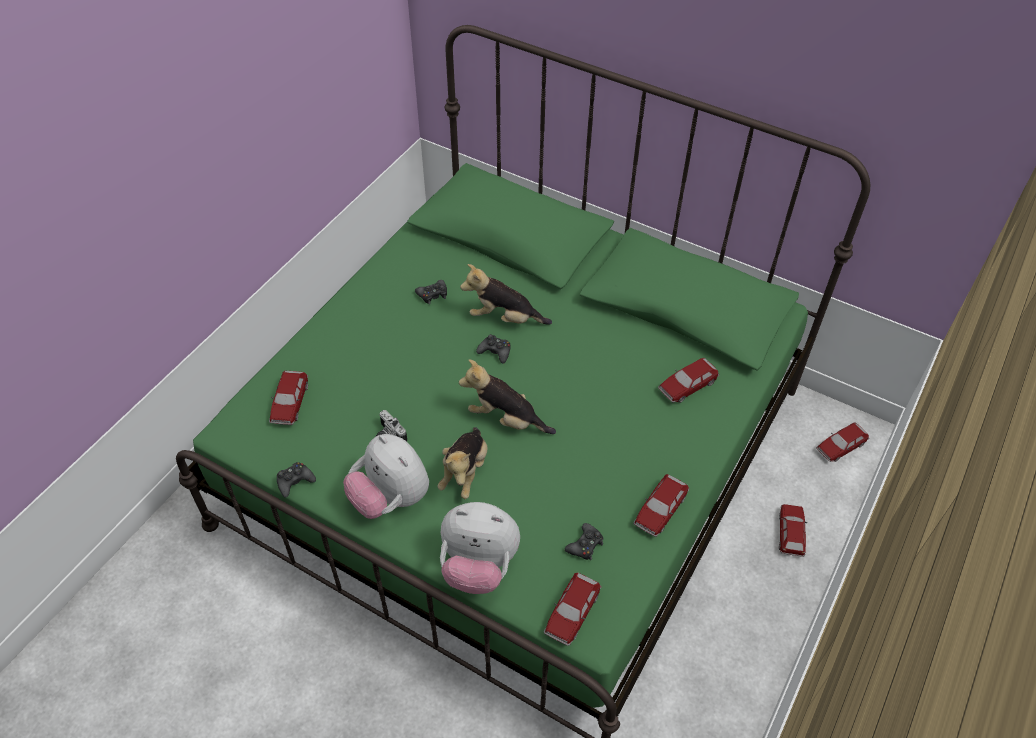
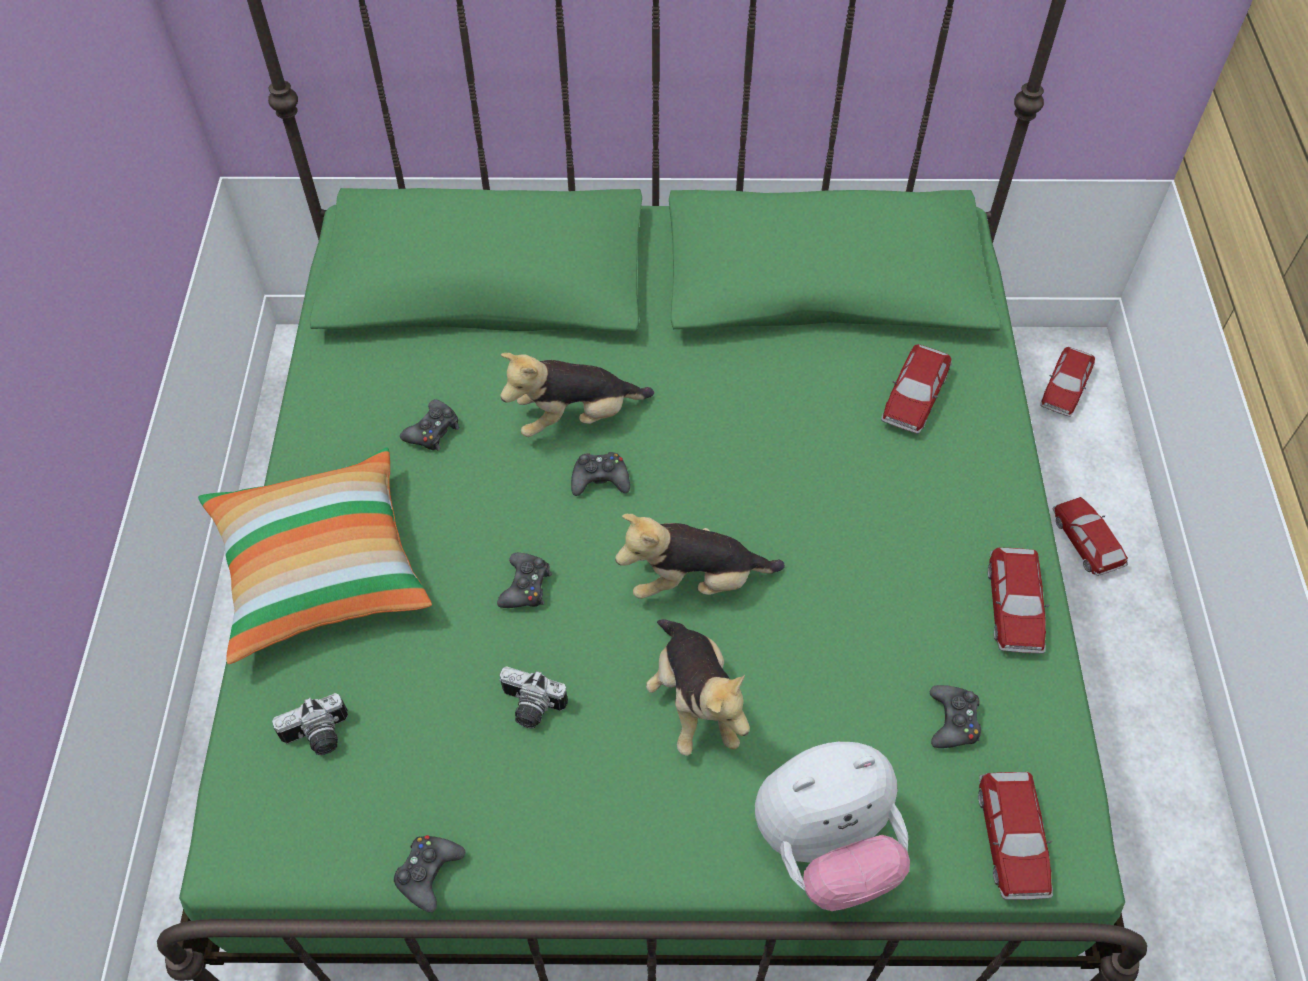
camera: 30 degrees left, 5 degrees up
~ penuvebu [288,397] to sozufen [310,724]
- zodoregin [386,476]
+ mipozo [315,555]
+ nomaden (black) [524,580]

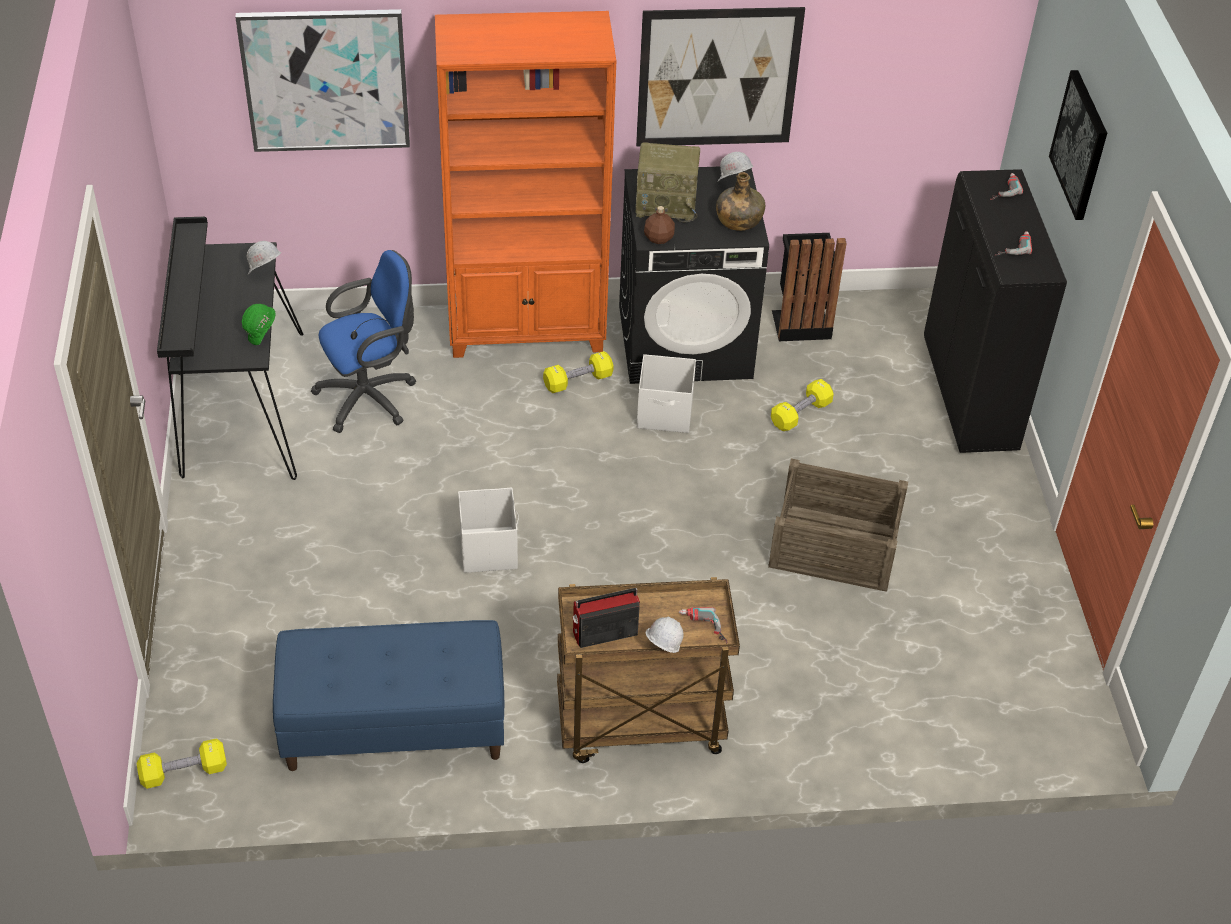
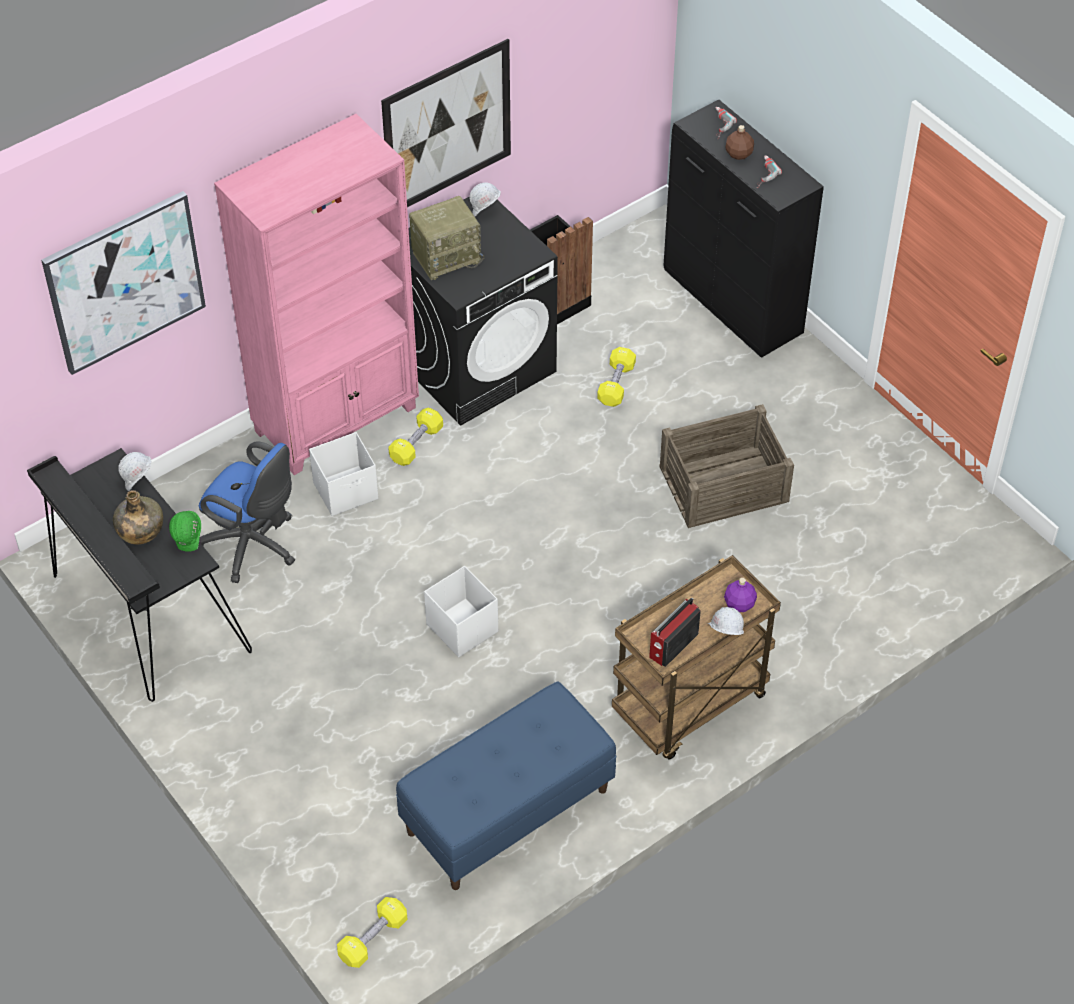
camera: 30 degrees left, 5 degrees up
~ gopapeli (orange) [525,184] to gopapeli (pink) [316,294]
- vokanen [1078,145]
~ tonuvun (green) [740,201] to [138,517]
~ tonuvun (brown) [659,225] to [739,142]
~ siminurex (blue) [363,341] = [247,512] 90 degrees clockwise
~ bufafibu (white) [666,393] to [343,474]
~ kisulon [703,625] to tonuvun (purple) [740,595]

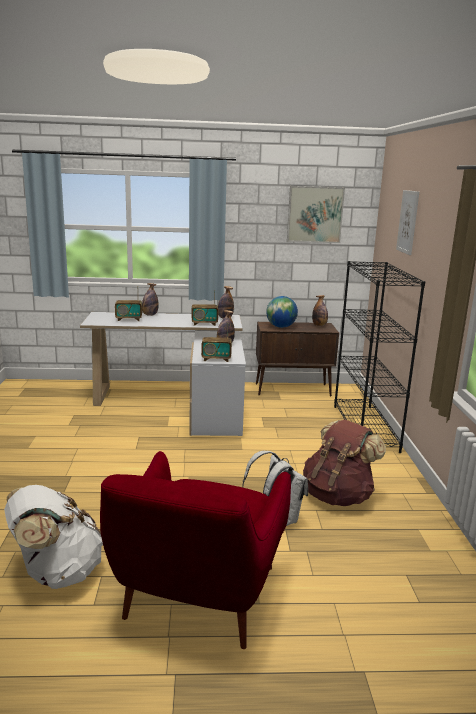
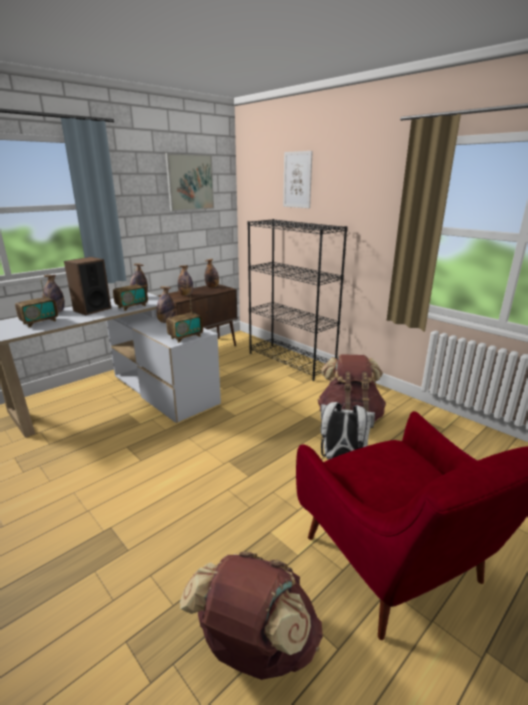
camera: 40 degrees left, 5 degrees up
~ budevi [282,312] to tonuvun [185,280]
~ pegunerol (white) [53,537] to pegunerol (brown) [251,615]
+ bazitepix [87,286]

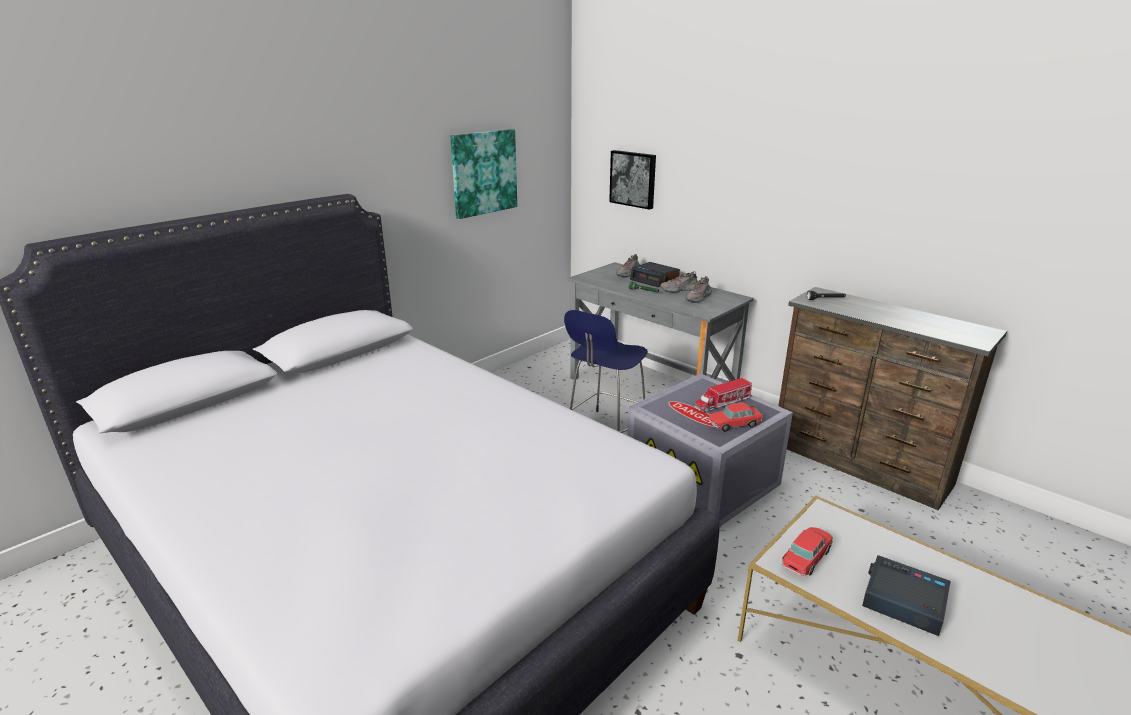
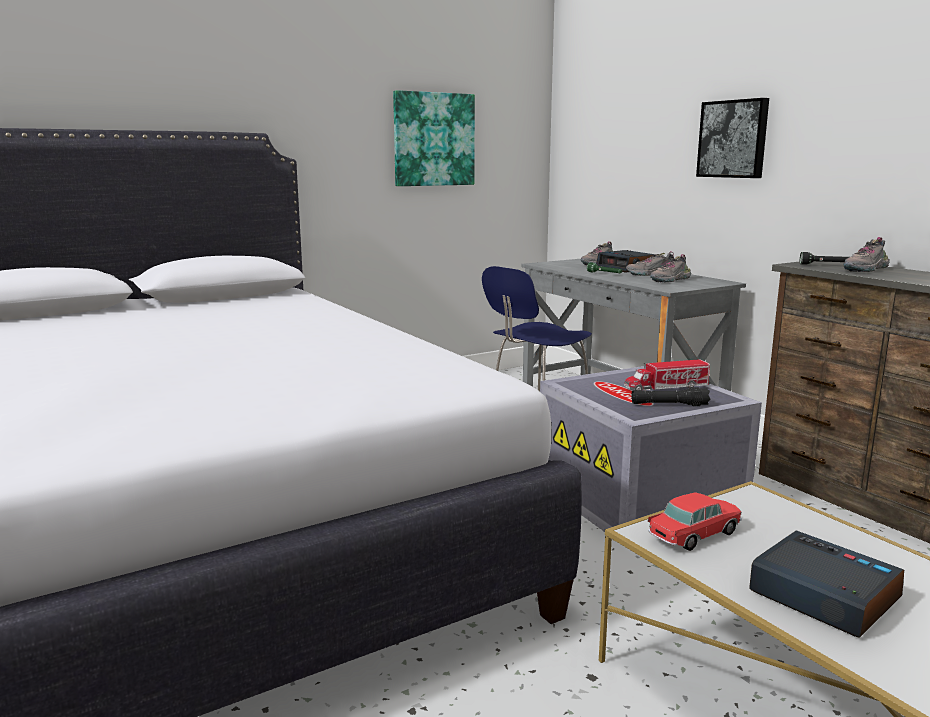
camera: 15 degrees right, 10 degrees down
~ vokanen [632,180] to [732,138]
~ penuvebu [735,417] to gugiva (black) [670,396]
+ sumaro [866,254]

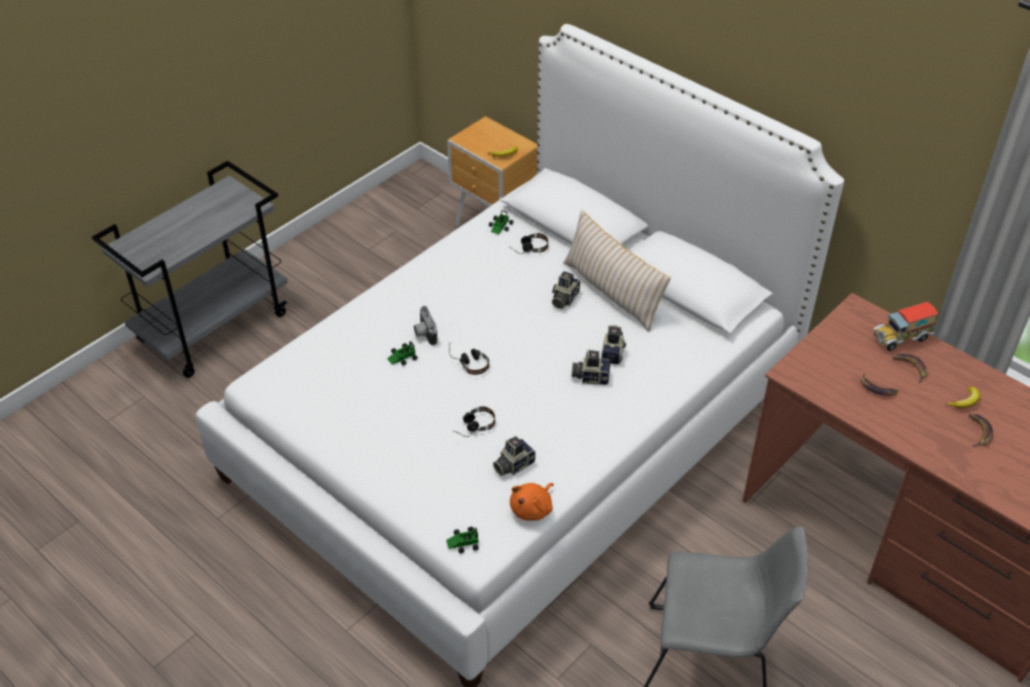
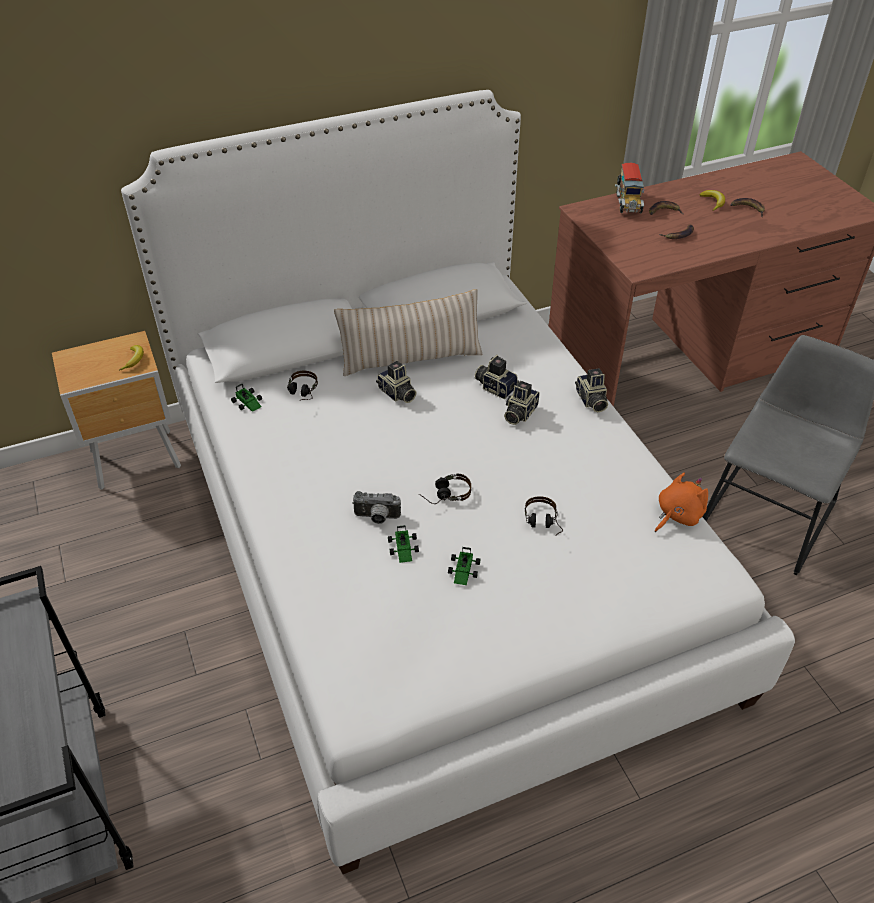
camera: 65 degrees left, 0 degrees up
~ sozufen [514,456] to [591,390]
~ zodoregin (orange) [532,502] = [681,502] 105 degrees counterclockwise
~ penuvebu [462,540] to [464,566]

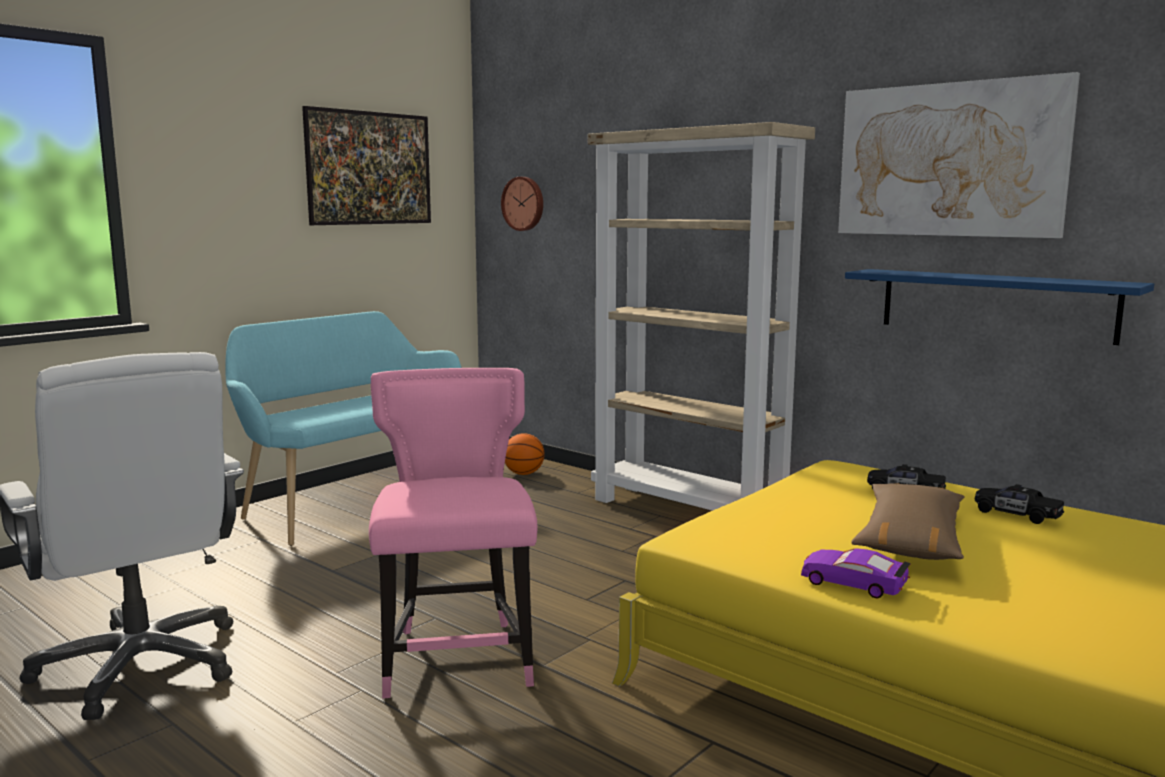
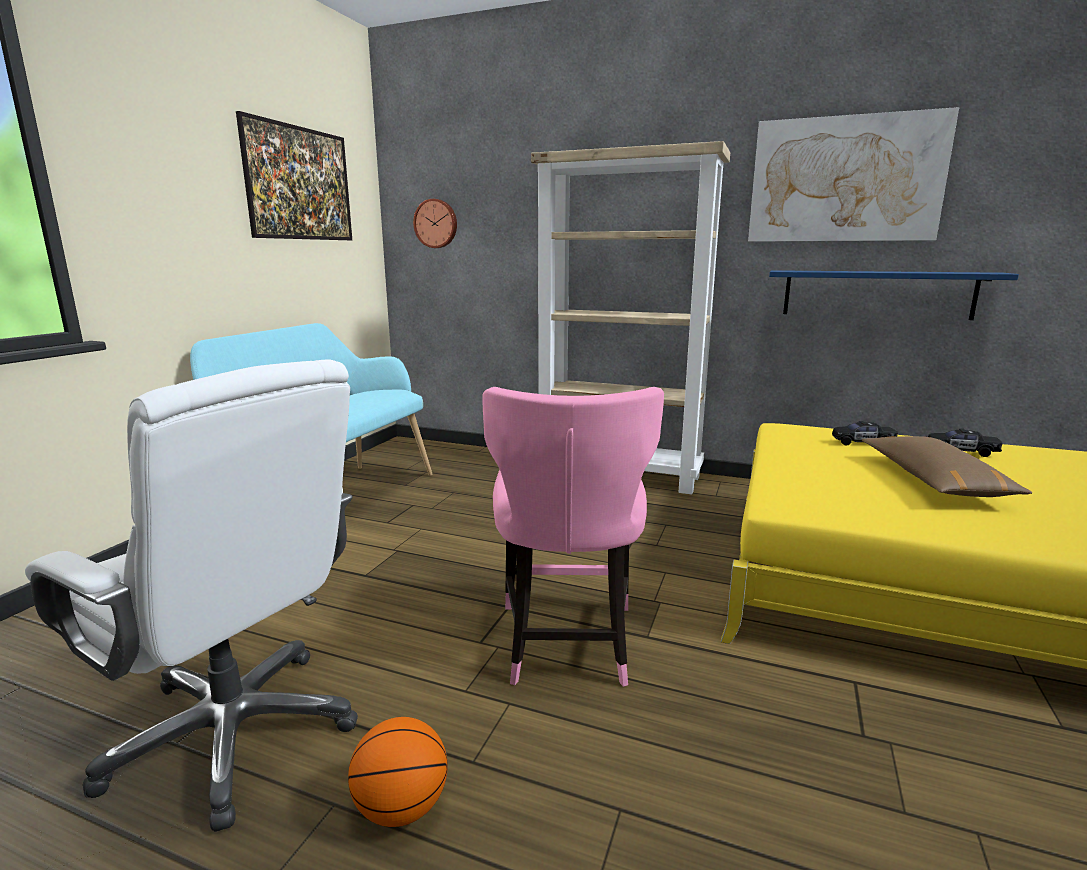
camera: 20 degrees left, 5 degrees up
~ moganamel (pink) [453,533] = [573,537] 150 degrees counterclockwise
~ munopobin [525,454] to [398,772]
- penuvebu (purple) [856,573]

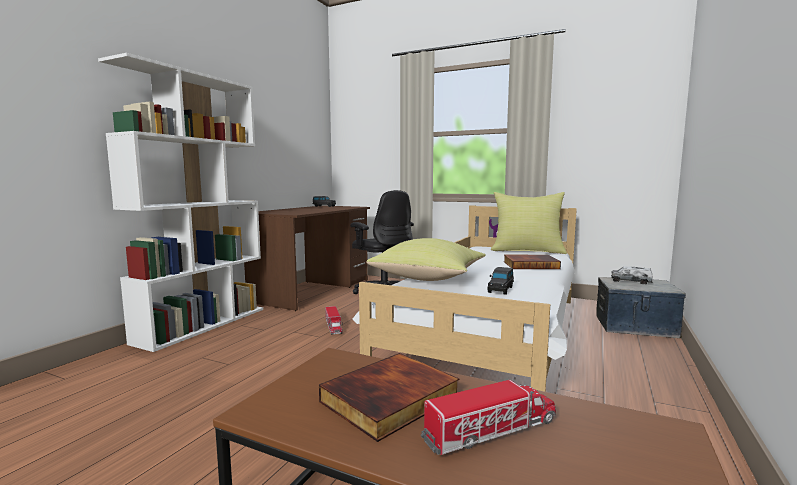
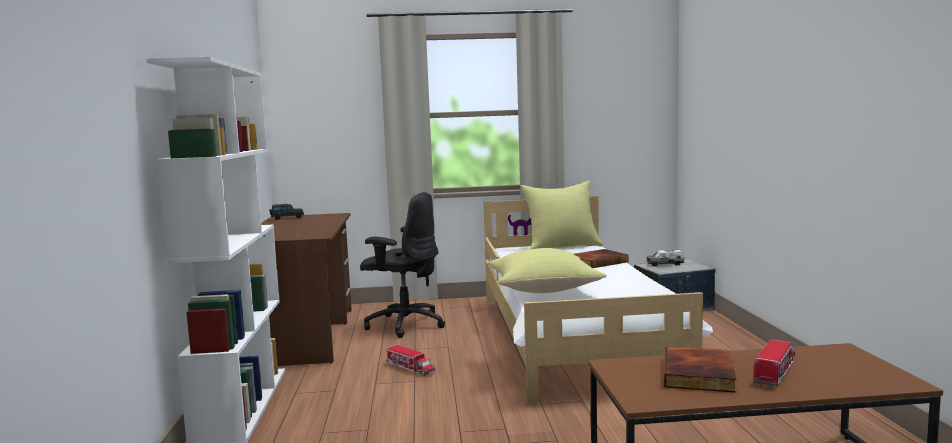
camera: 30 degrees left, 0 degrees up
- penuvebu (black) [500,281]

